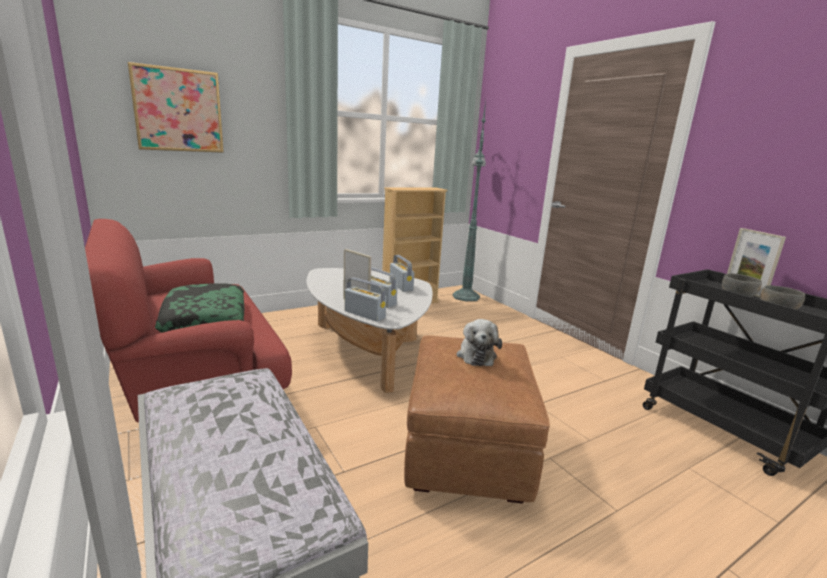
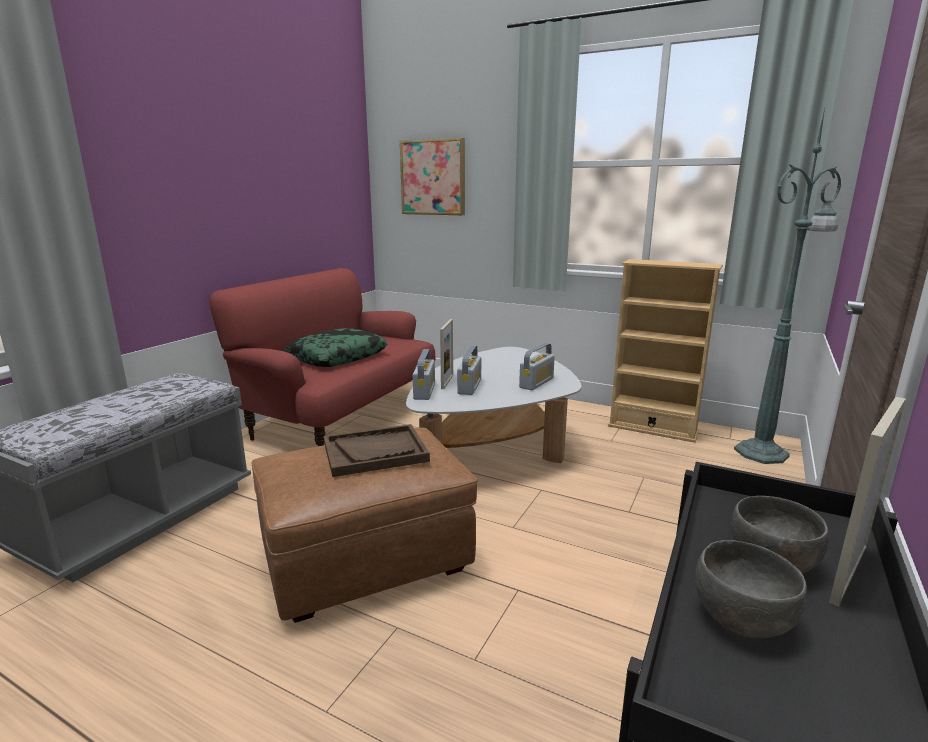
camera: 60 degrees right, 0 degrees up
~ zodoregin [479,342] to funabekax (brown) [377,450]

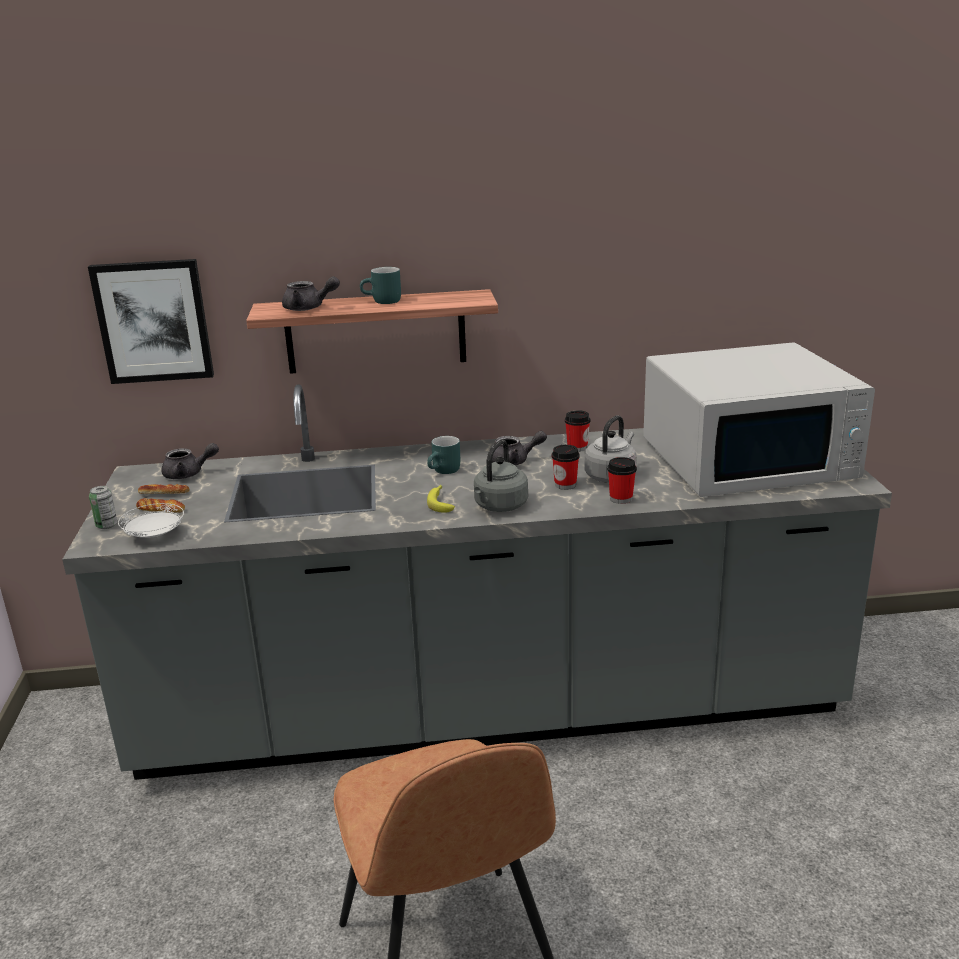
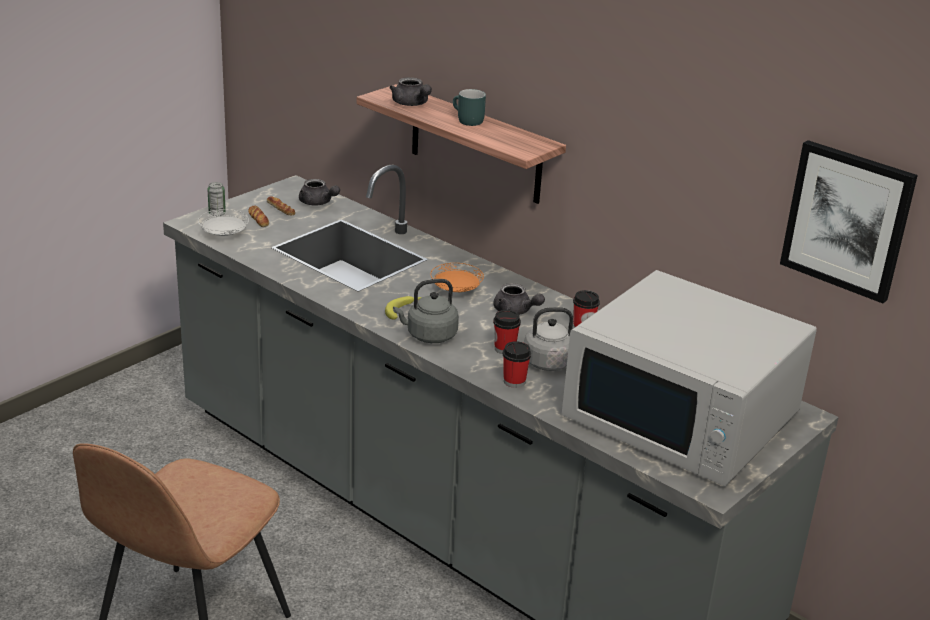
camera: 45 degrees right, 5 degrees up
~ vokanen [151,321] to [849,221]
~ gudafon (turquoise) [443,455] to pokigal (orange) [457,277]

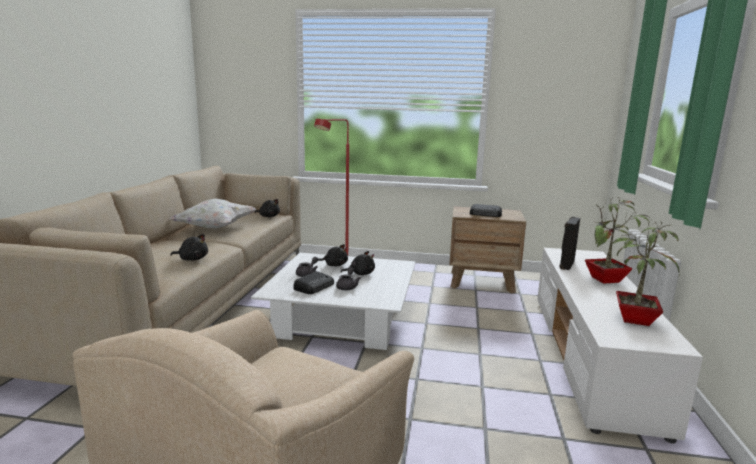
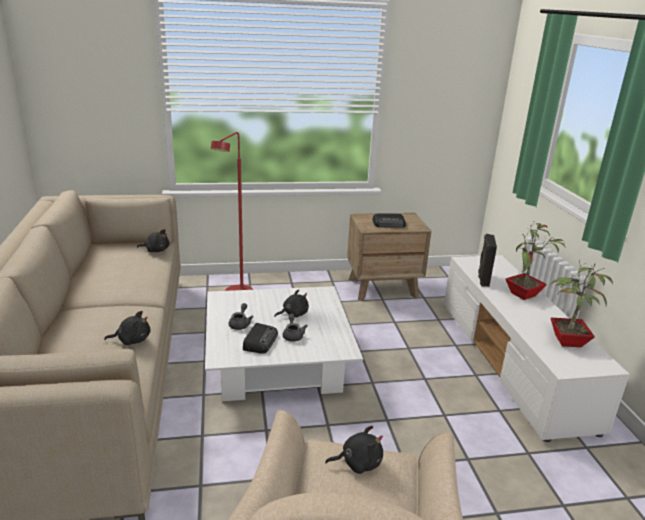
camera: 20 degrees left, 10 degrees up
- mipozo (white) [212,213]
~ zodoregin (black) [333,255] to [354,450]

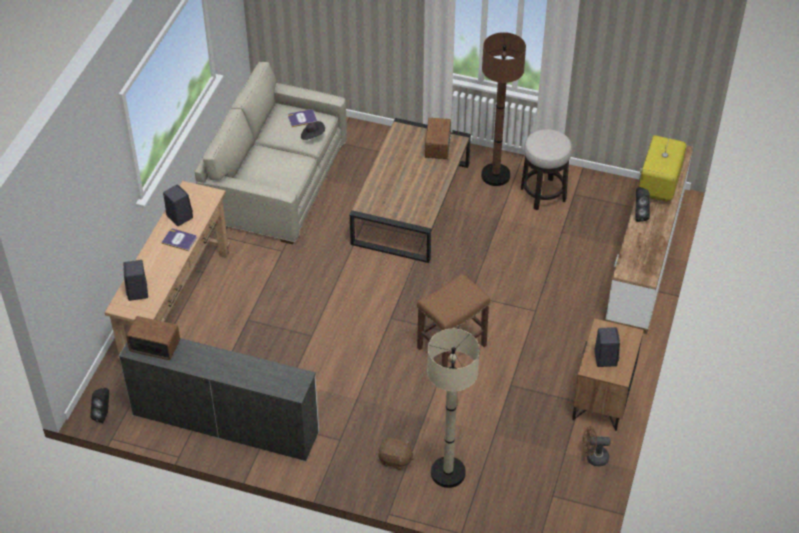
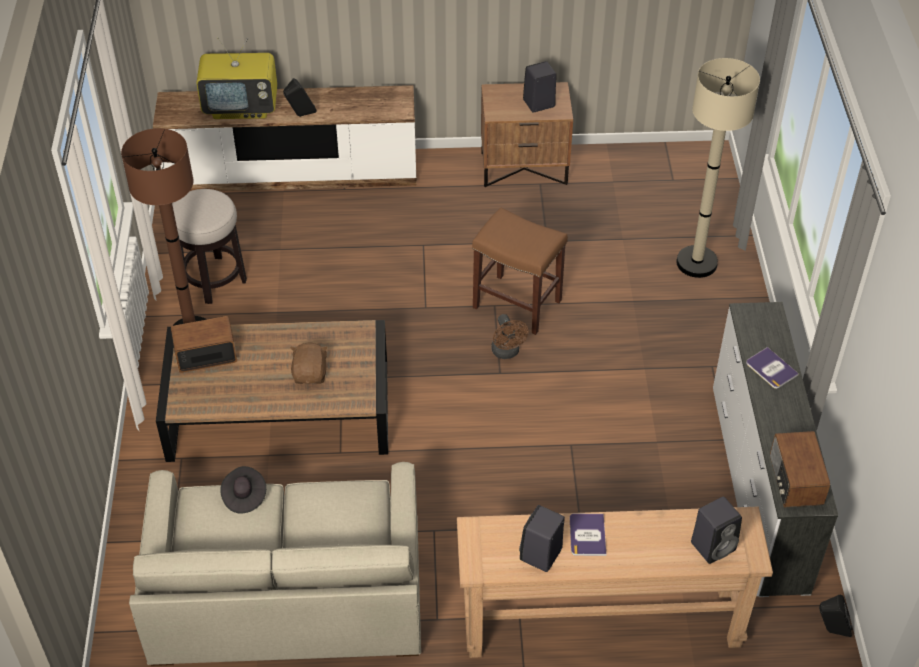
camera: 110 degrees left, 0 degrees up
~ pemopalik [302,118] to [772,368]
~ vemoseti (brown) [596,446] to [510,336]
~ zodoregin (brown) [396,454] to [309,363]

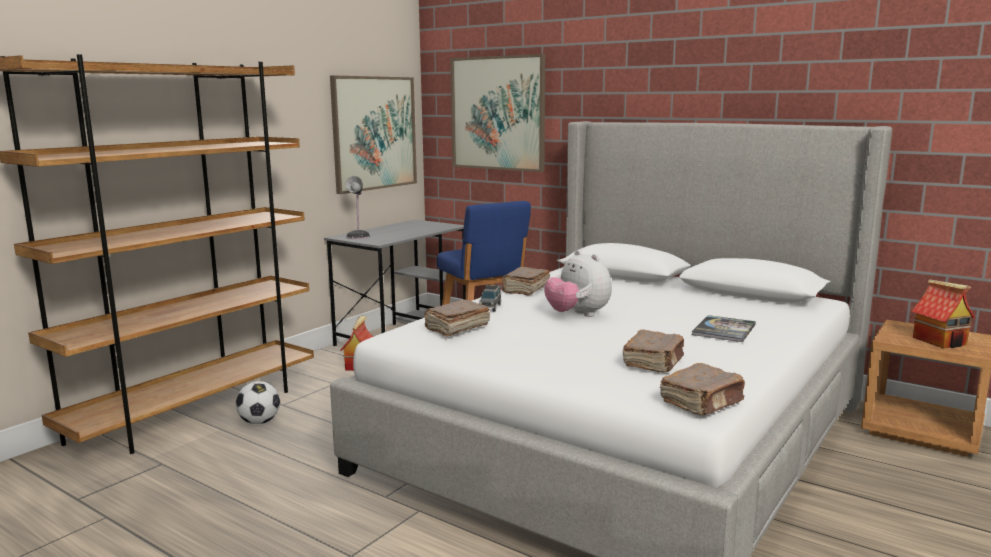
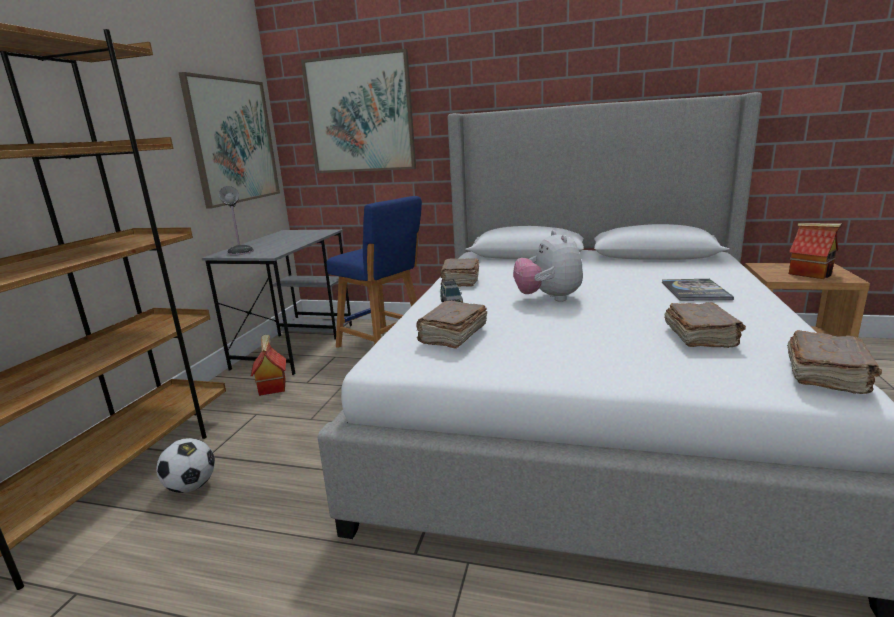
camera: 20 degrees left, 5 degrees up
~ zodoregin [578,283] = [548,266] 45 degrees clockwise

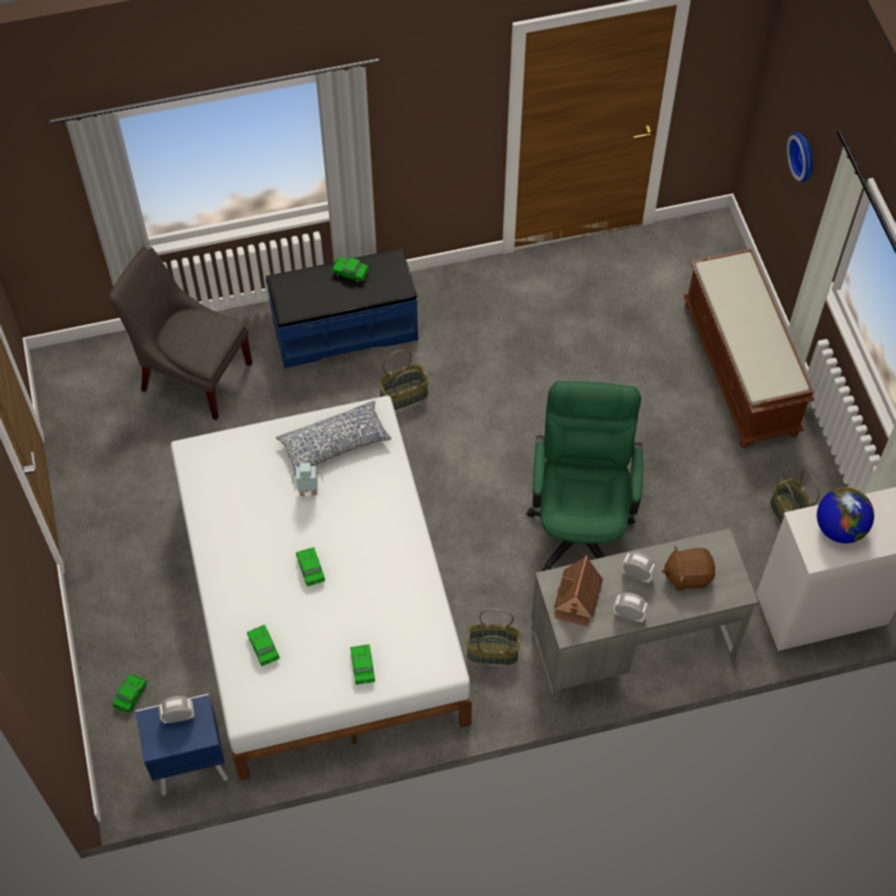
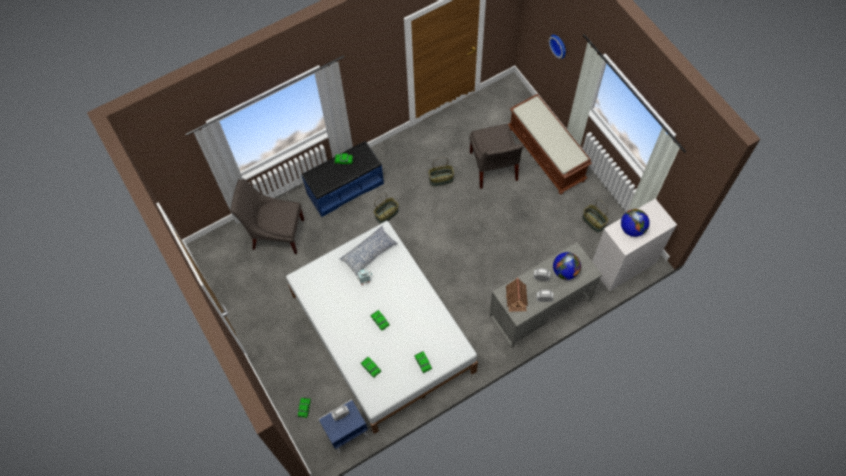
camera: 15 degrees left, 5 degrees up
- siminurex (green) [585,476]
~ zodoregin (brown) [688,568] to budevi [567,266]
~ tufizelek [493,637] to [441,171]
+ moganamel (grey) [496,156]

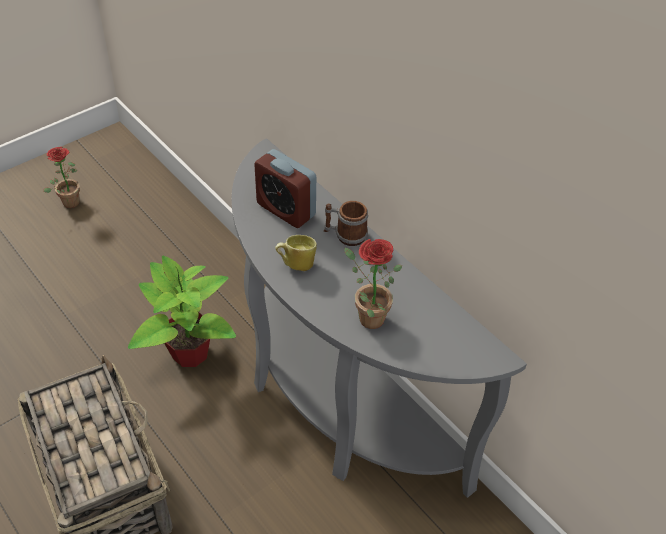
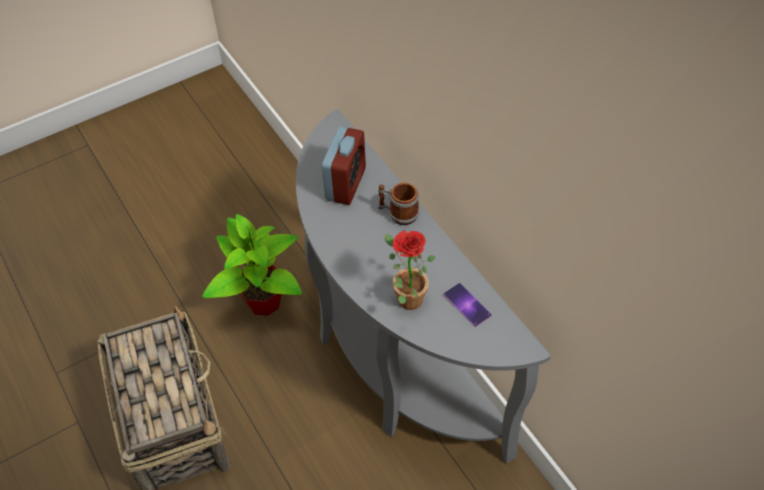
camera: 10 degrees right, 5 degrees up
- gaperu [62,177]
~ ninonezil [285,188] = [344,165] 120 degrees counterclockwise
- gudafon [296,253]
+ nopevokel [468,305]

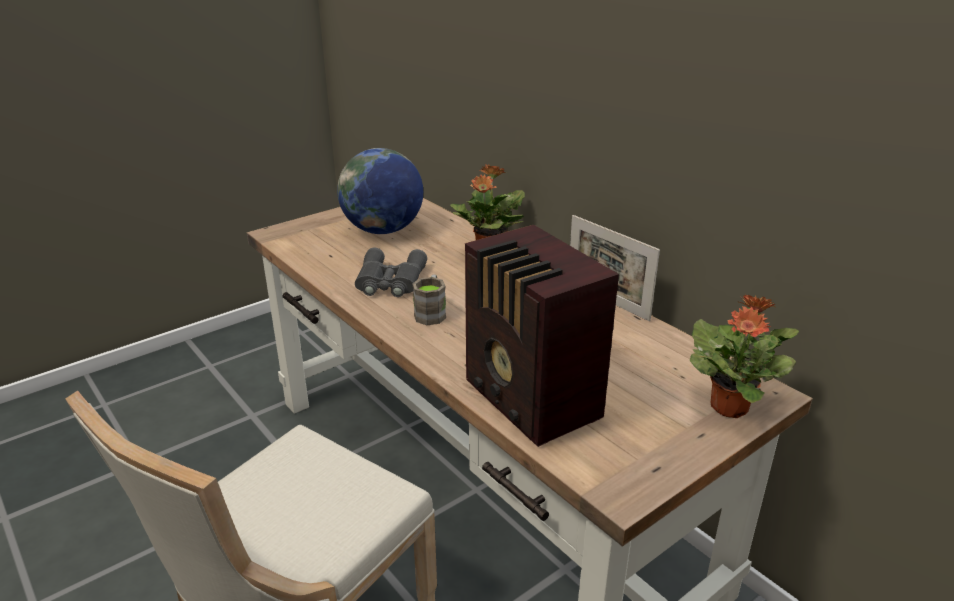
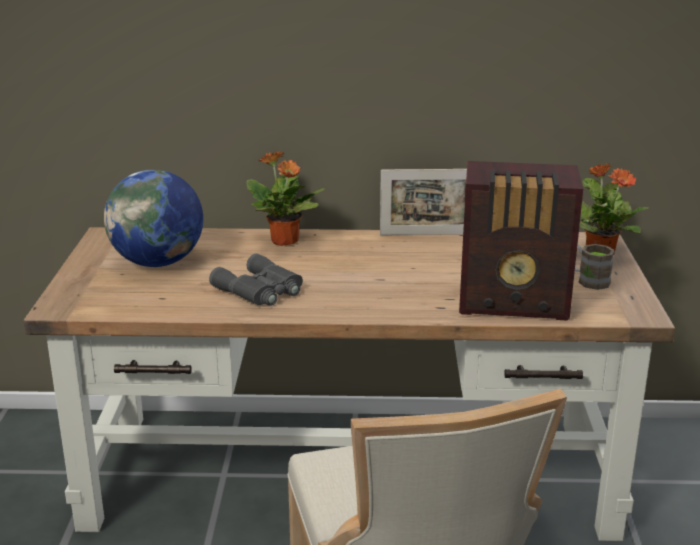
camera: 50 degrees left, 5 degrees down
~ gudafon (brown) [429,299] to [595,267]

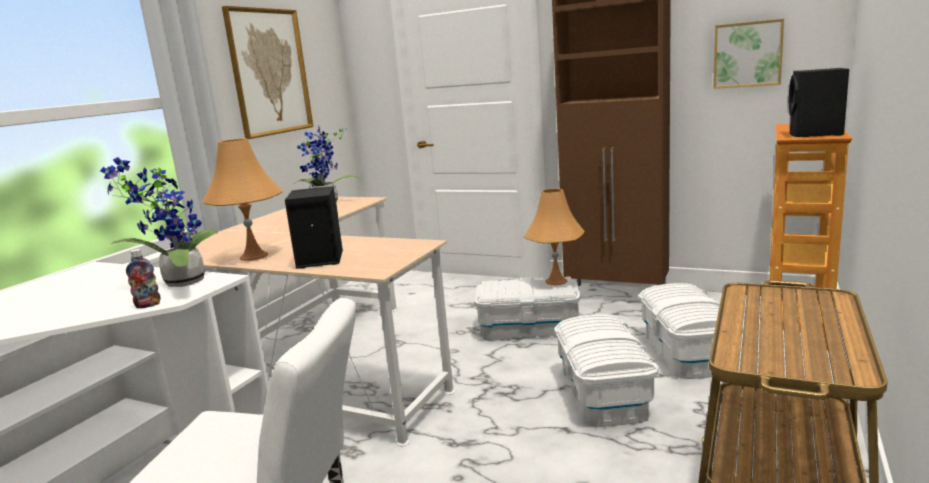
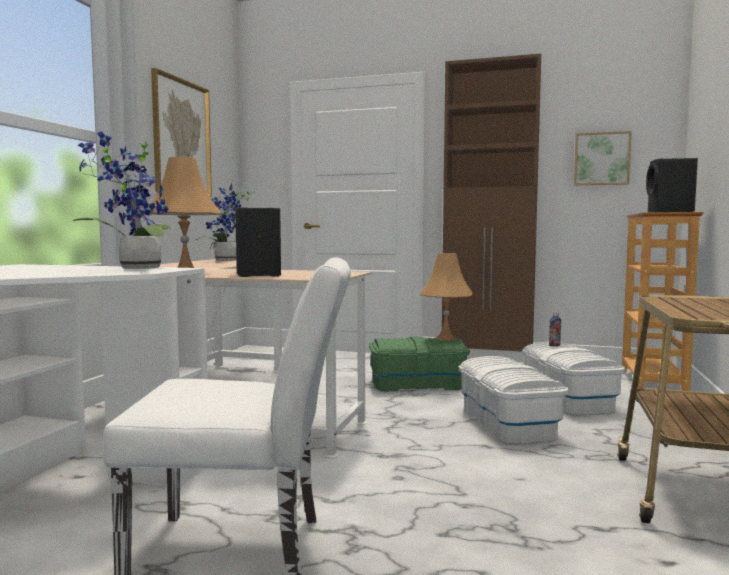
camera: 10 degrees left, 10 degrees down
~ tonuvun [143,278] to [555,329]
~ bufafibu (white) [527,308] to bufafibu (green) [419,364]

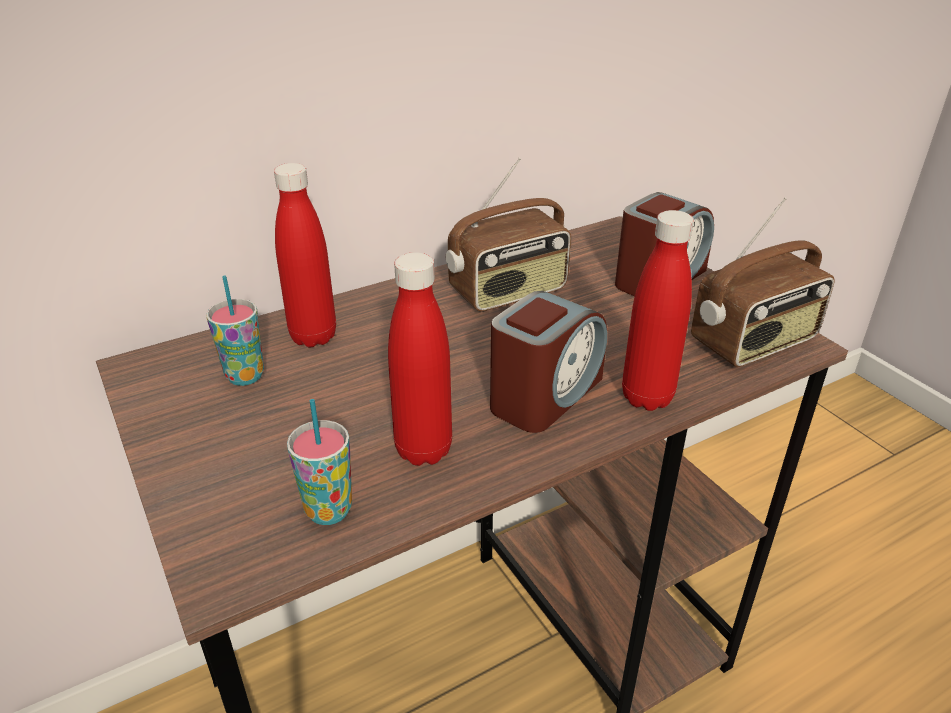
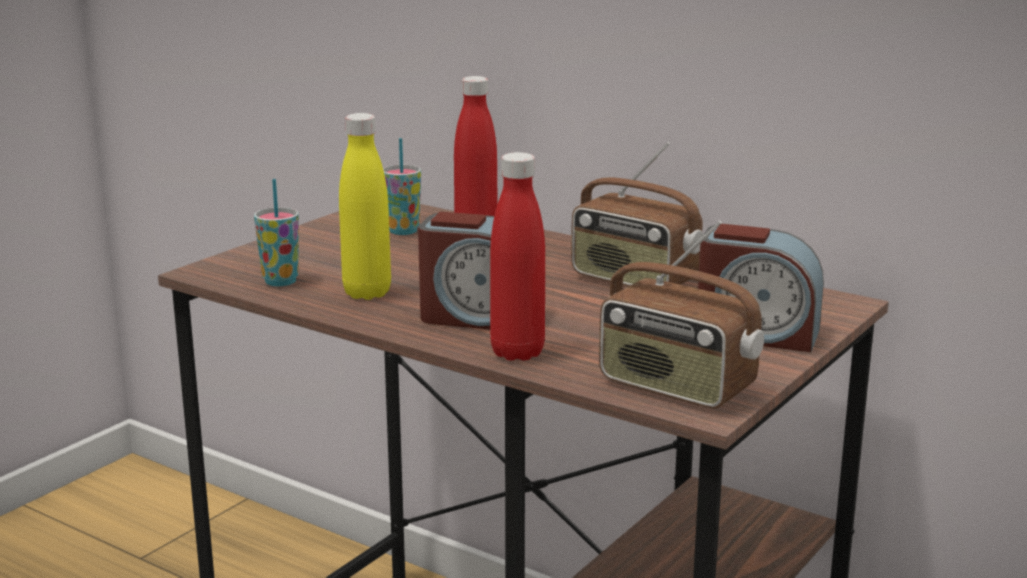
camera: 65 degrees right, 15 degrees down
~ tonuvun (red) [420,359] to tonuvun (yellow) [365,206]

